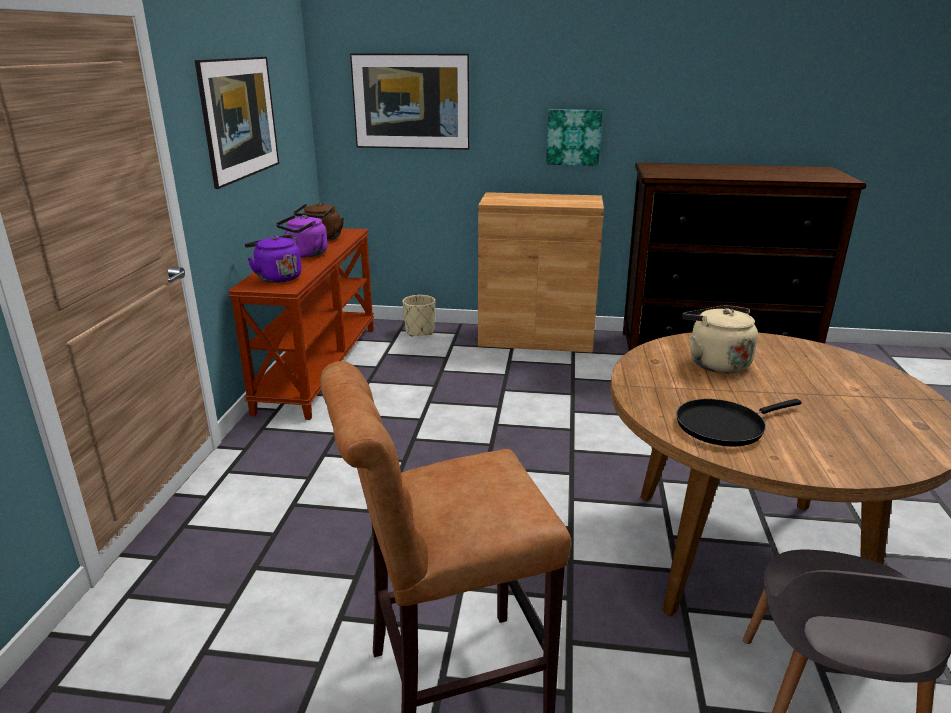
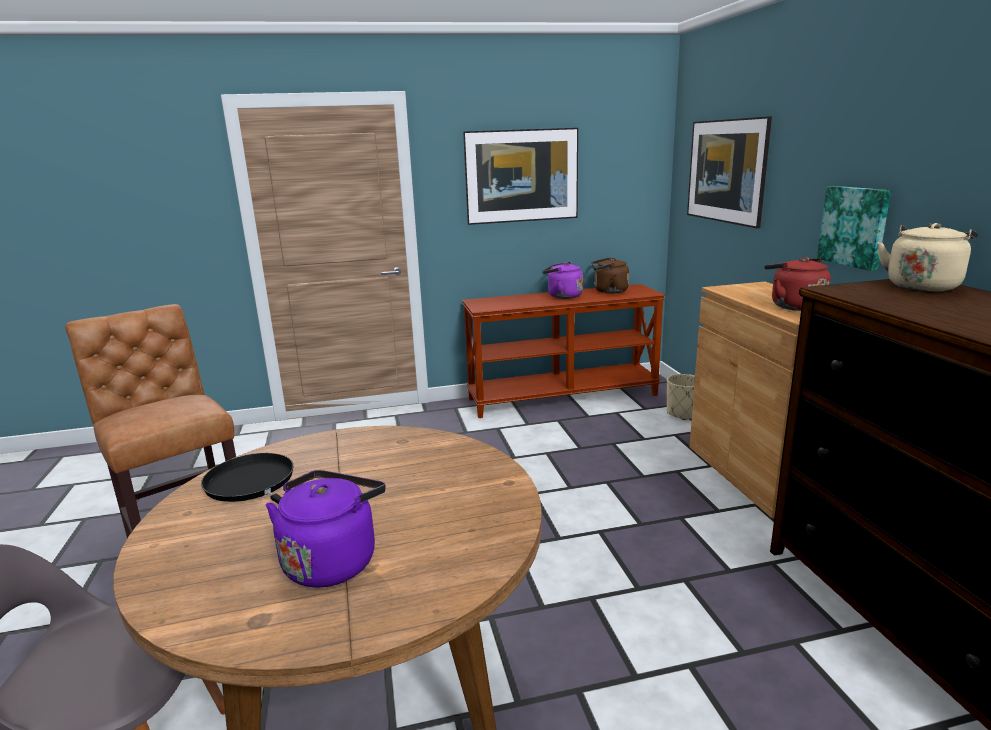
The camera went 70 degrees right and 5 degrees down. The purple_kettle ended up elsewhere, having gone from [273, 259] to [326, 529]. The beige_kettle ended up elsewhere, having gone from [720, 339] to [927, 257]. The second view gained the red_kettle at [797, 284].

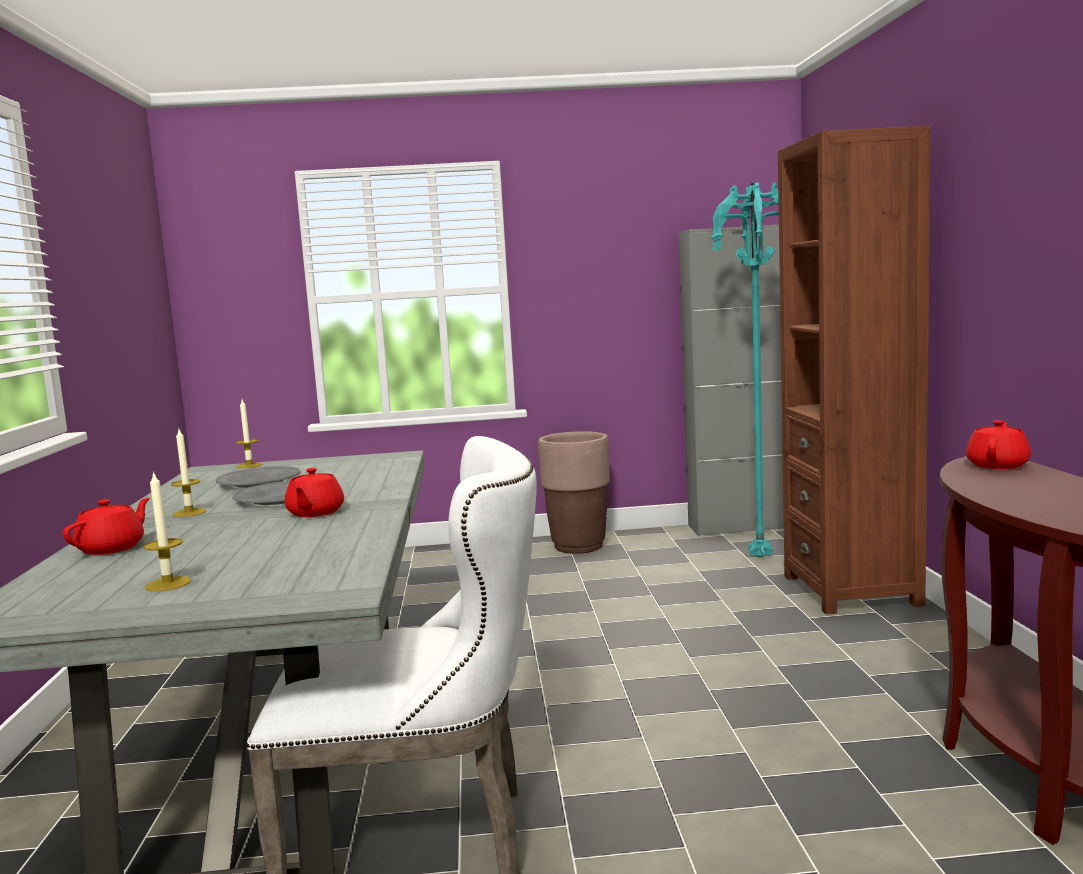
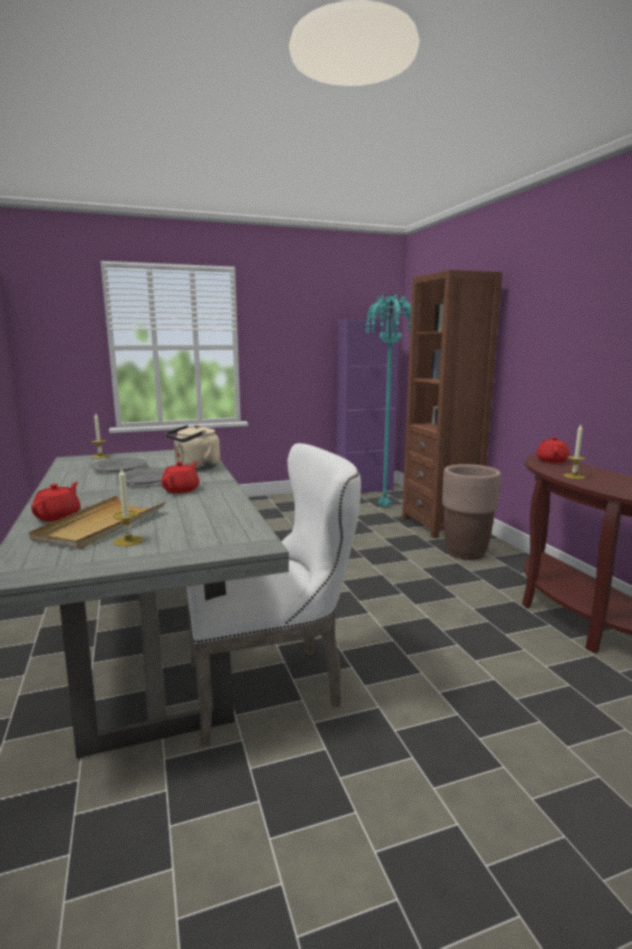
The camera went 15 degrees left and 5 degrees up. What was the grey_cabinet at [731, 381] turned into the purple_cabinet at [368, 406]. The candle ended up elsewhere, having gone from [188, 473] to [574, 452]. The brown_planter ended up elsewhere, having gone from [574, 492] to [471, 512]. The red_teapot at [314, 492] ended up facing another way, 150 degrees counterclockwise from before. The second view gained the beige_kettle at [192, 447]. The second view gained the beige_tray at [97, 522].

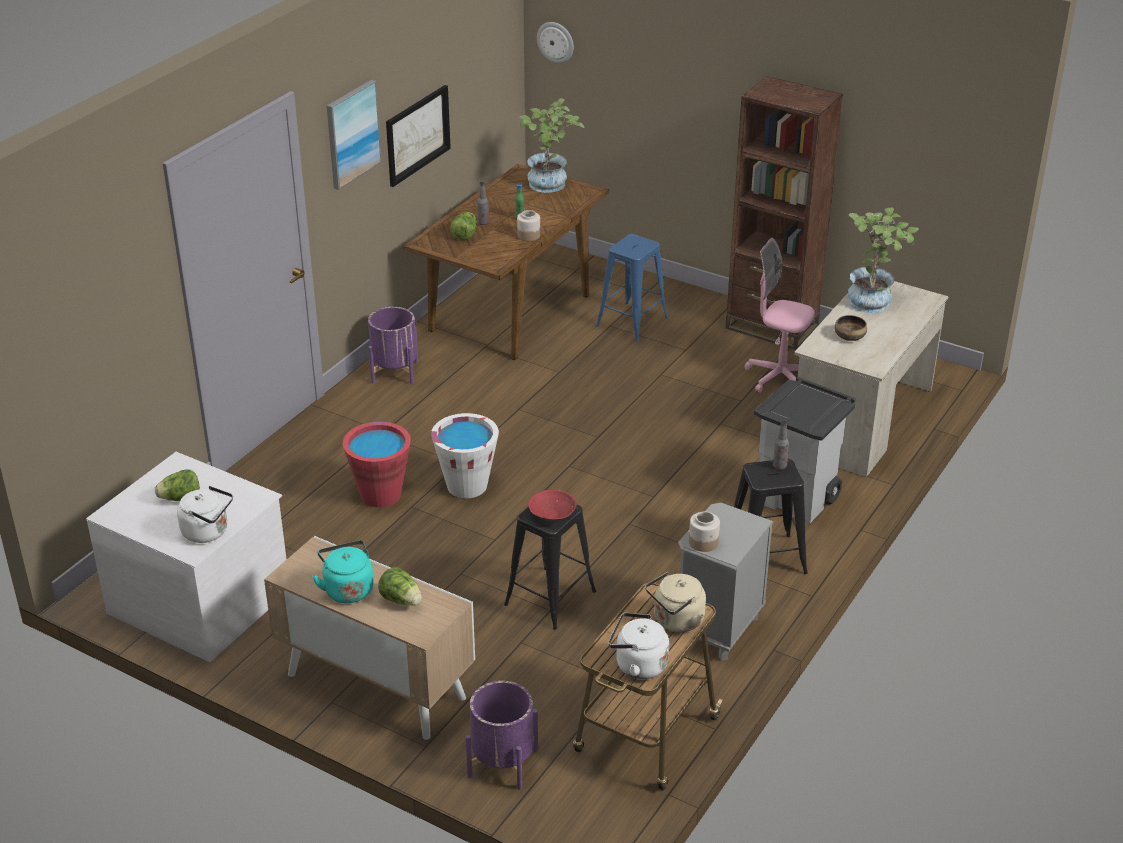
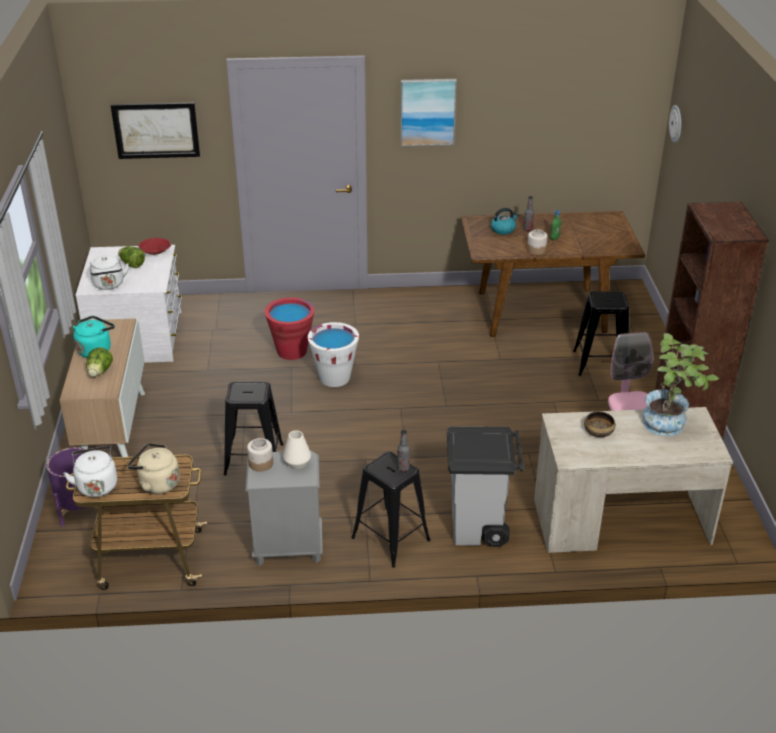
The camera went 55 degrees right and 0 degrees up. The picture ended up elsewhere, having gone from [418, 136] to [155, 130]. The second view lost the potted_plant at [552, 145]. Where the lettuce stood at [463, 226], the kettle came to stand at [505, 221]. What was the blue_stool at [632, 288] turned into the black_stool at [601, 333]. The second view lost the purple_planter at [393, 345]. The red_bowl ended up elsewhere, having gone from [552, 505] to [154, 246]. The second view gained the white_vase at [297, 449].

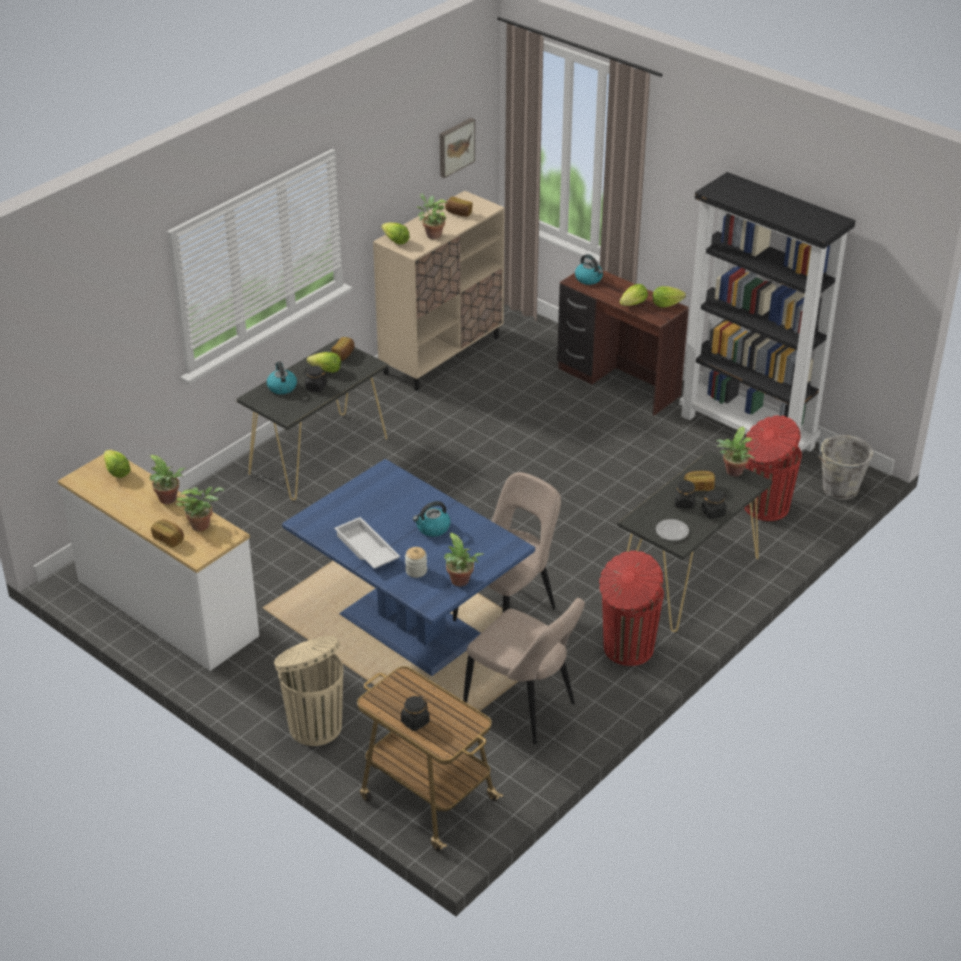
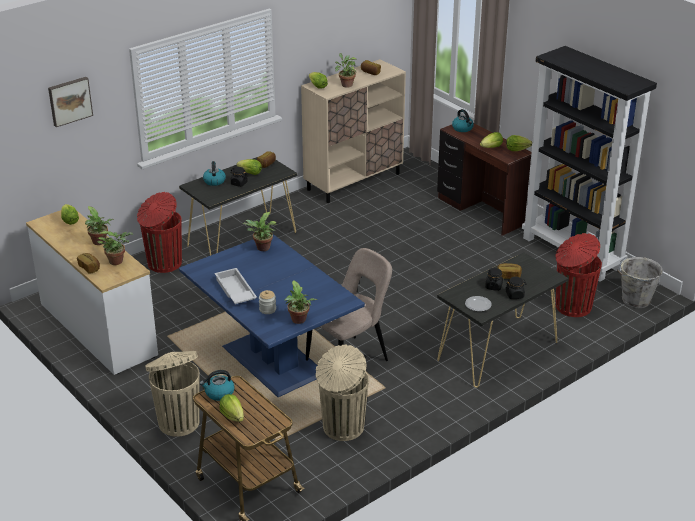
The camera went 10 degrees right and 5 degrees down. The picture ended up elsewhere, having gone from [457, 148] to [70, 102]. The potted_plant ended up elsewhere, having gone from [735, 452] to [259, 231]. The kettle ended up elsewhere, having gone from [432, 519] to [217, 385]. The red_trash_can ended up elsewhere, having gone from [631, 608] to [159, 232]. Where the beige_chair stood at [524, 671], the beige_trash_can came to stand at [342, 393]. Where the black_jar stood at [415, 713], the lettuce came to stand at [232, 408].

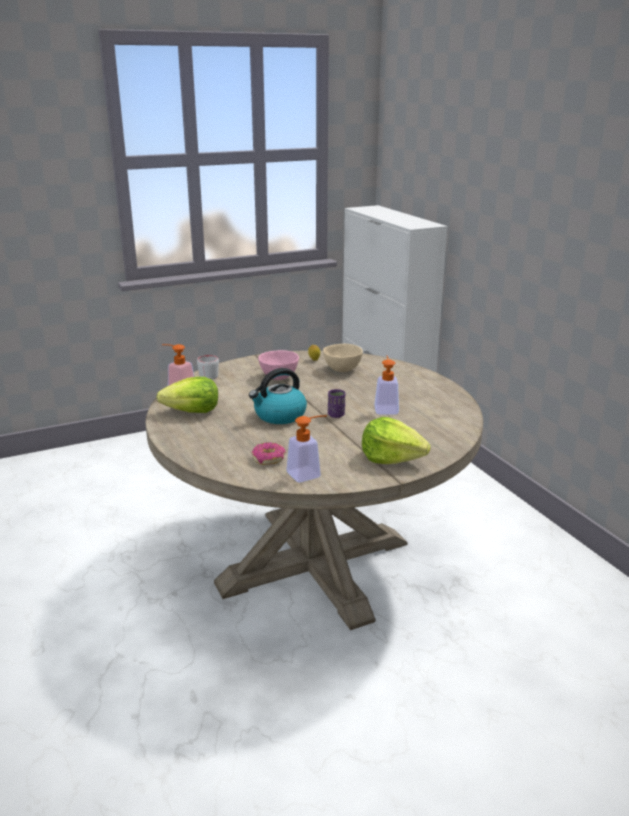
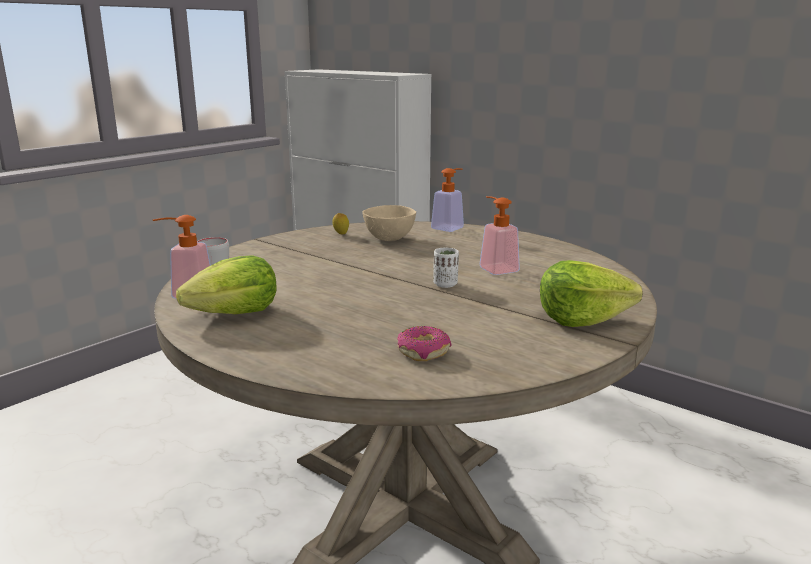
The camera went 25 degrees left and 5 degrees down. The second view lost the pink_bowl at [278, 365]. The second view lost the kettle at [278, 396]. What was the purple_cup at [336, 403] turned into the white_cup at [446, 268]. The soap_dispenser ended up elsewhere, having gone from [307, 448] to [447, 200].

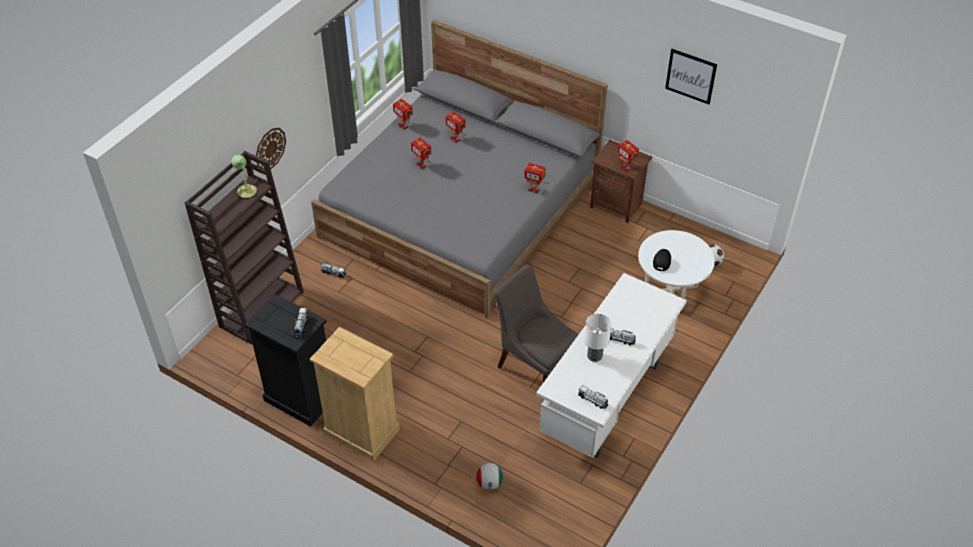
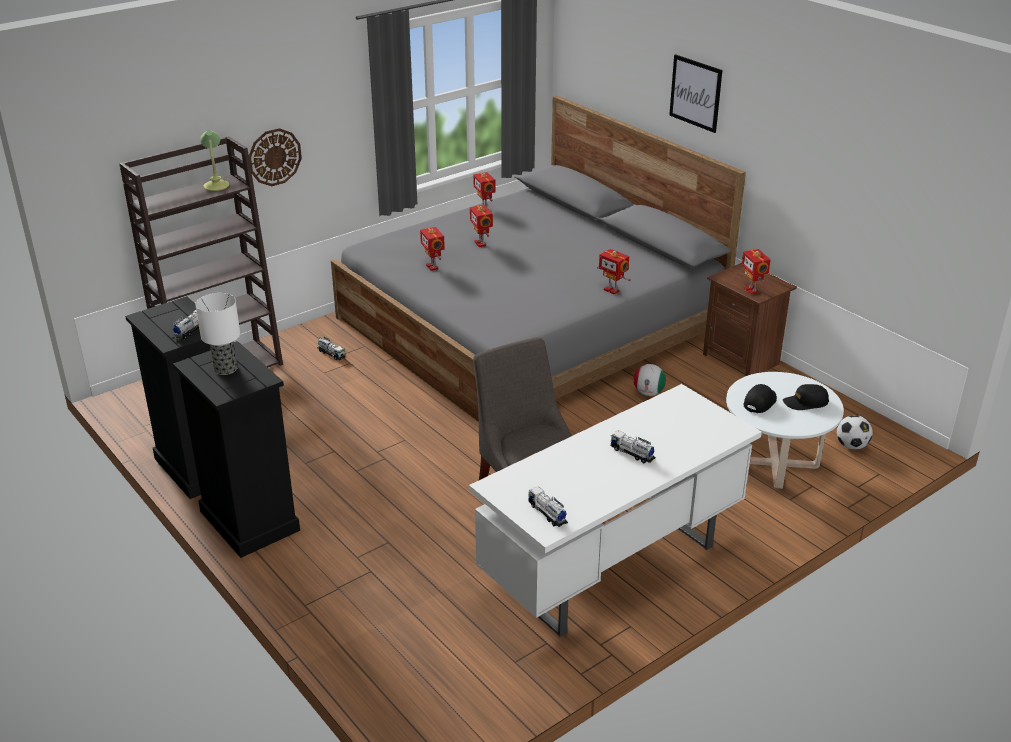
The camera went 20 degrees right and 15 degrees down. The picture ended up elsewhere, having gone from [691, 76] to [695, 93]. The toy_robot ended up elsewhere, having gone from [455, 127] to [432, 249]. The table_lamp ended up elsewhere, having gone from [598, 338] to [217, 334]. What was the beige_dresser at [355, 394] turned into the black_dresser at [236, 449]. The football ended up elsewhere, having gone from [489, 476] to [650, 380]. The second view gained the black_cap at [806, 397].

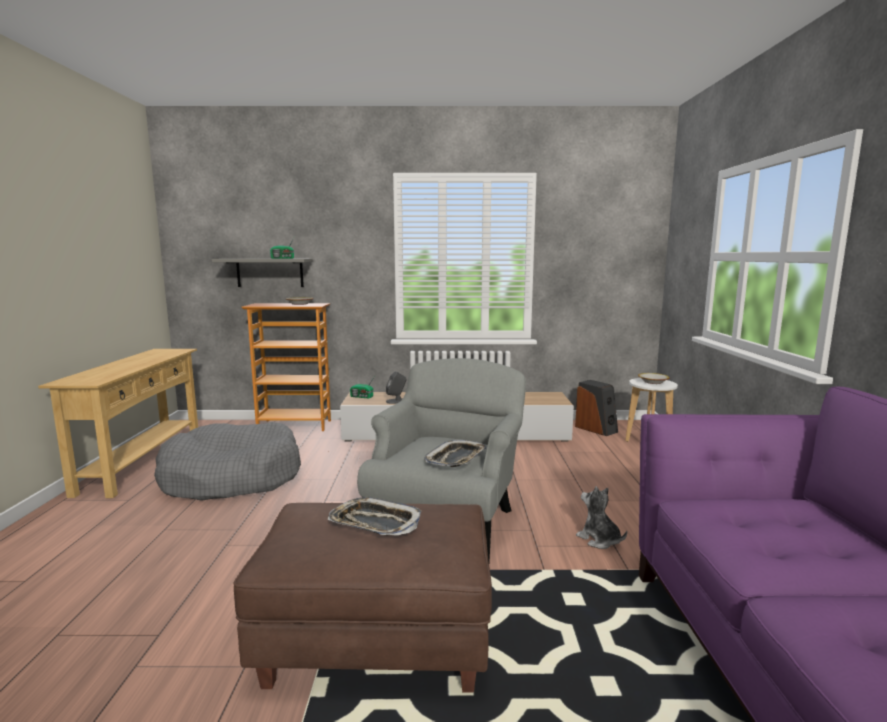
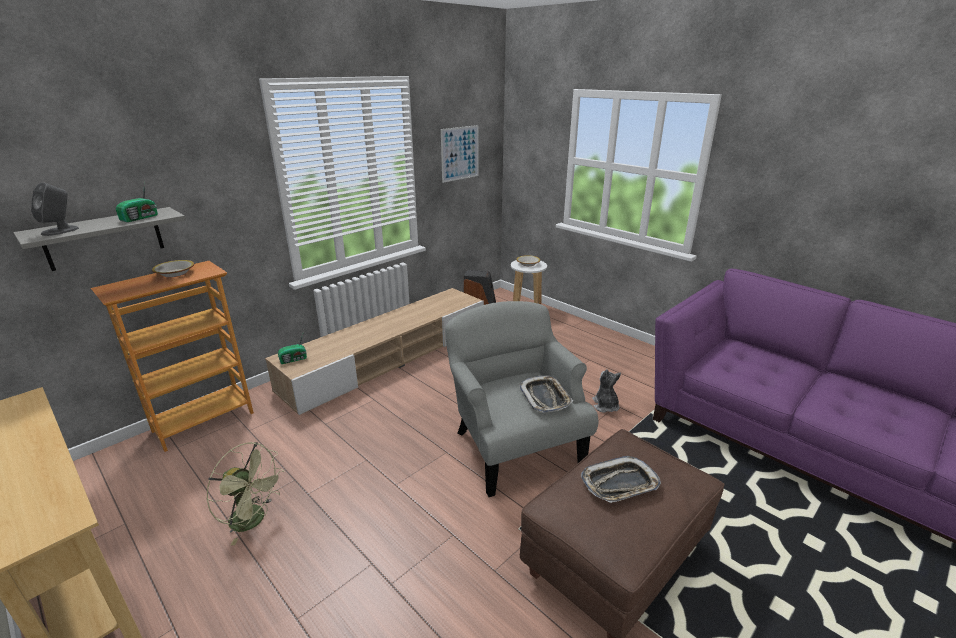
The camera went 45 degrees left and 15 degrees up. The grey_speaker ended up elsewhere, having gone from [396, 387] to [55, 209]. Where the grey_dog_bed stood at [227, 461], the green_fan came to stand at [245, 493]. The plush_toy at [601, 517] ended up facing another way, 75 degrees clockwise from before. The second view gained the picture at [459, 154].

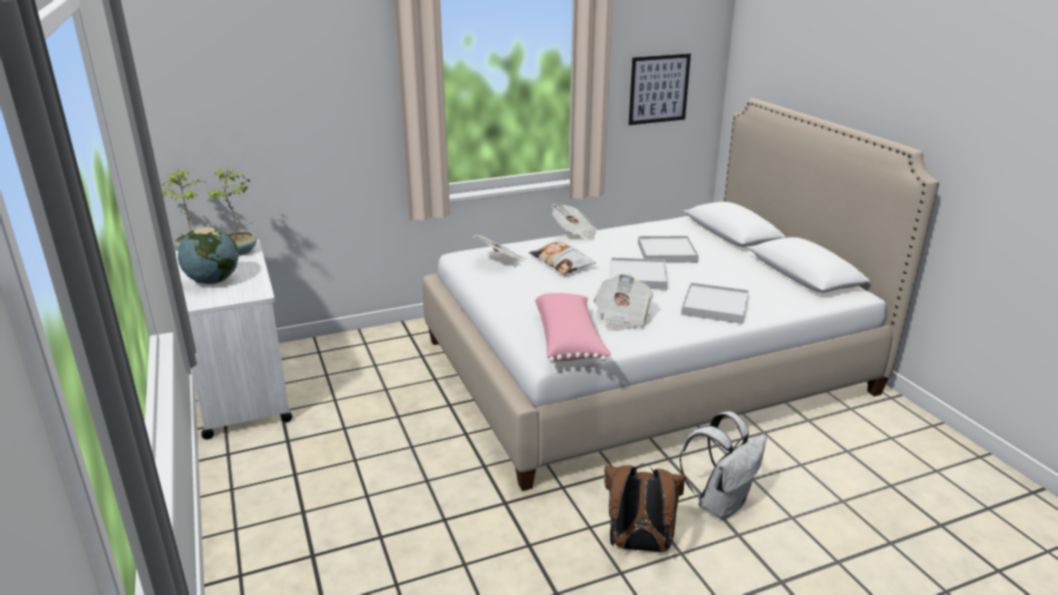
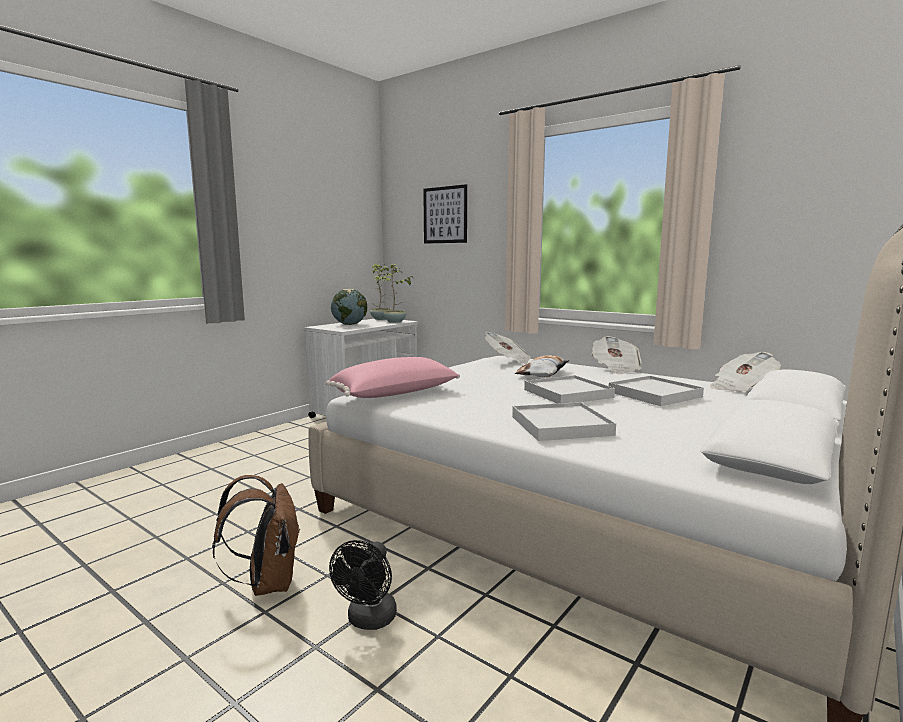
The camera went 60 degrees right and 15 degrees down. The picture ended up elsewhere, having gone from [660, 89] to [445, 214]. The newspaper ended up elsewhere, having gone from [624, 302] to [745, 371]. Where the white_backpack stood at [723, 465], the black_fan came to stand at [363, 585].

